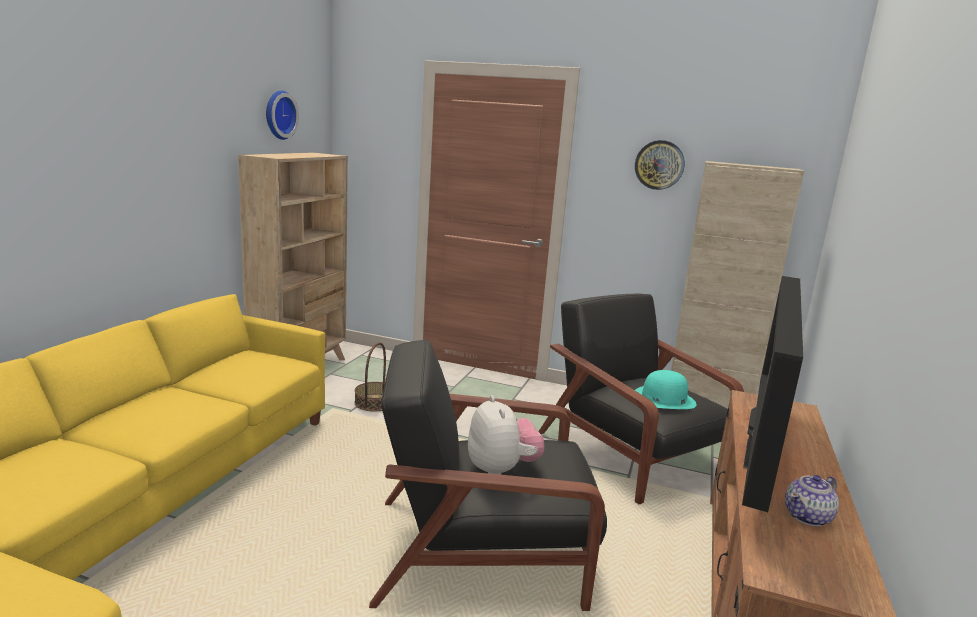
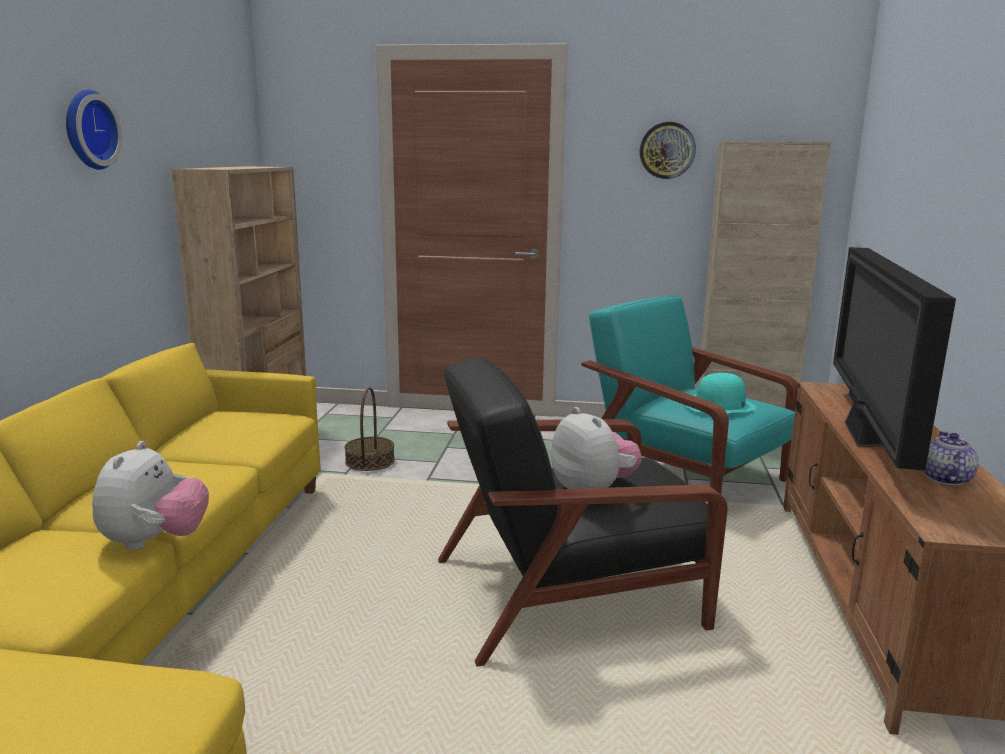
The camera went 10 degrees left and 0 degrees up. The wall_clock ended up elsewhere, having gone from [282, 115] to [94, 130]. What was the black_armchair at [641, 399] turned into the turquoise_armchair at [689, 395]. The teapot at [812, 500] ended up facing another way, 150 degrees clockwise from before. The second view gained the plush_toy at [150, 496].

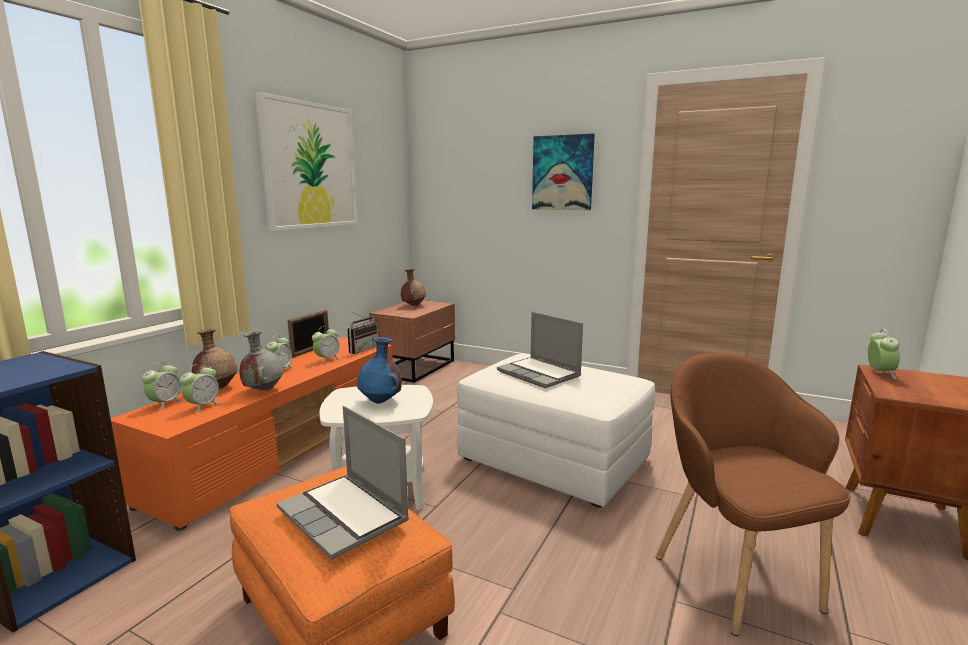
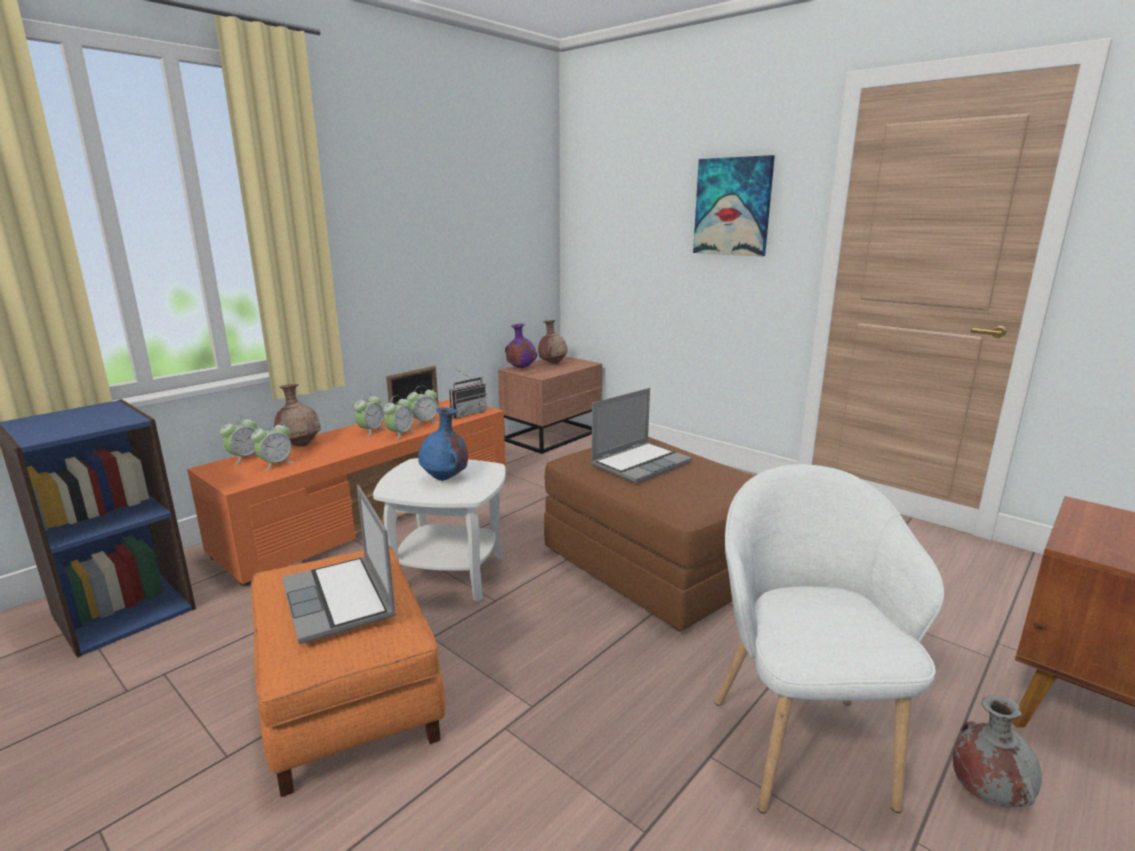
The camera went 15 degrees right and 5 degrees up. The second view lost the picture at [306, 161]. The laptop at [540, 350] ended up facing another way, 105 degrees counterclockwise from before. The alarm_clock ended up elsewhere, having gone from [884, 354] to [399, 417]. The grey_vase ended up elsewhere, having gone from [261, 360] to [997, 751]. What was the brown_armchair at [752, 494] turned into the white_armchair at [829, 638]. What was the white_ottoman at [556, 431] turned into the brown_ottoman at [649, 534]. The second view gained the purple_vase at [521, 346].

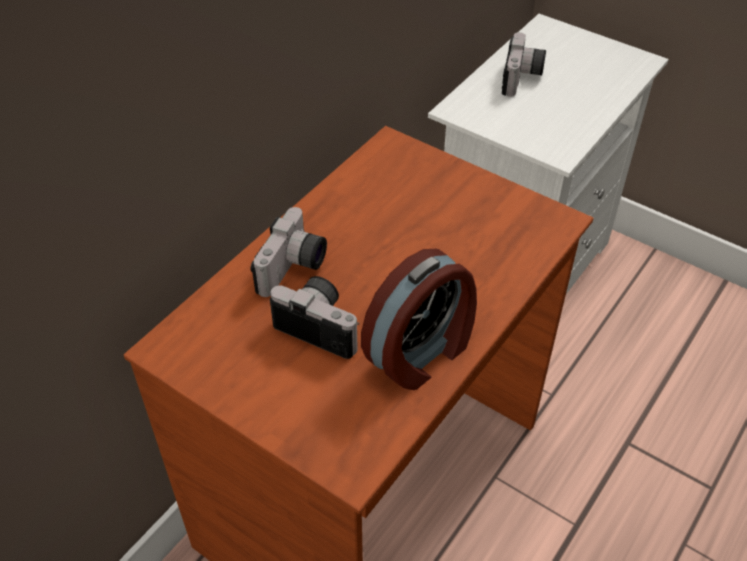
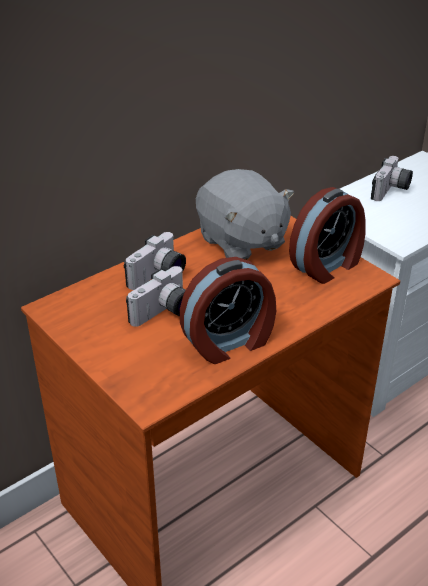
The camera went 15 degrees right and 10 degrees down. The photo_camera at [314, 317] ended up facing another way, 90 degrees clockwise from before. The second view gained the grey_plush_toy at [245, 214]. The second view gained the alarm_clock at [327, 235].

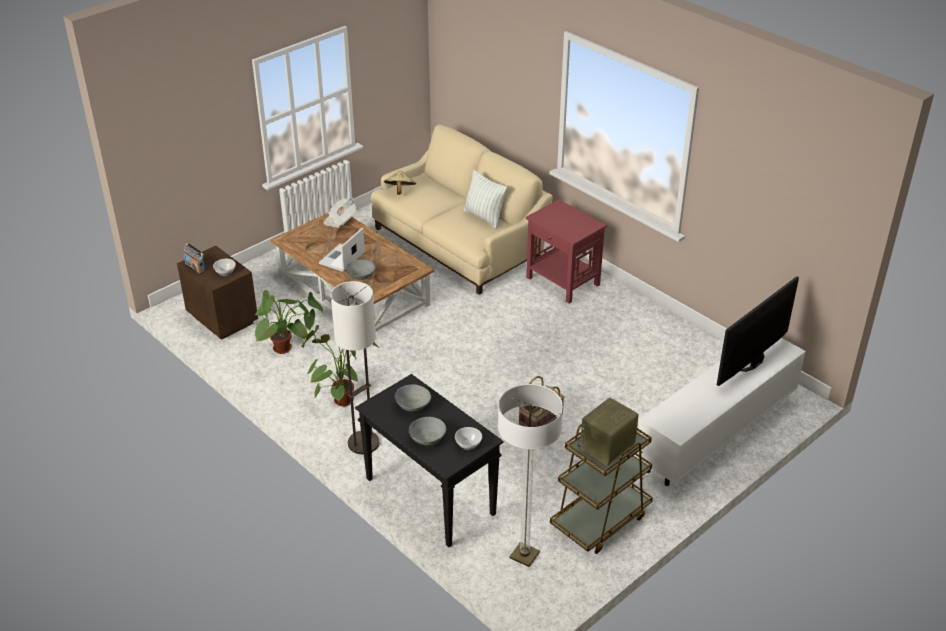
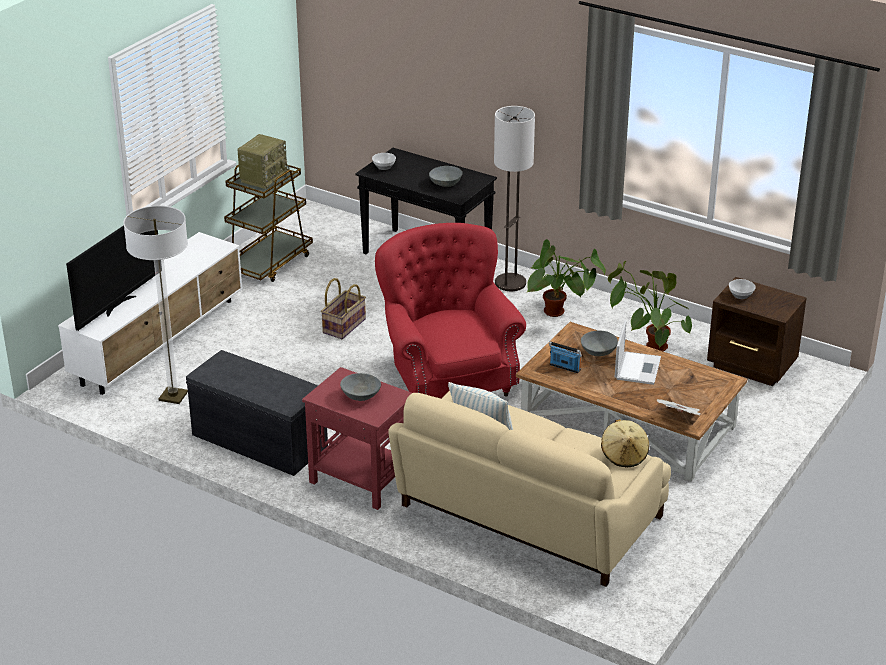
The camera went 165 degrees right and 5 degrees down. The radio ended up elsewhere, having gone from [194, 258] to [565, 357]. The floor_lamp ended up elsewhere, having gone from [530, 475] to [155, 305]. The grey_bowl ended up elsewhere, having gone from [427, 431] to [360, 387]. The second view gained the red_armchair at [450, 311]. The second view gained the grey_bench at [257, 413].

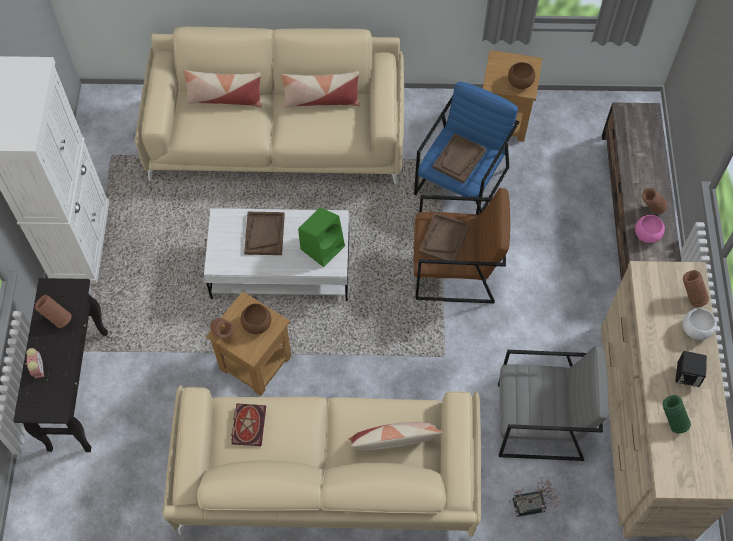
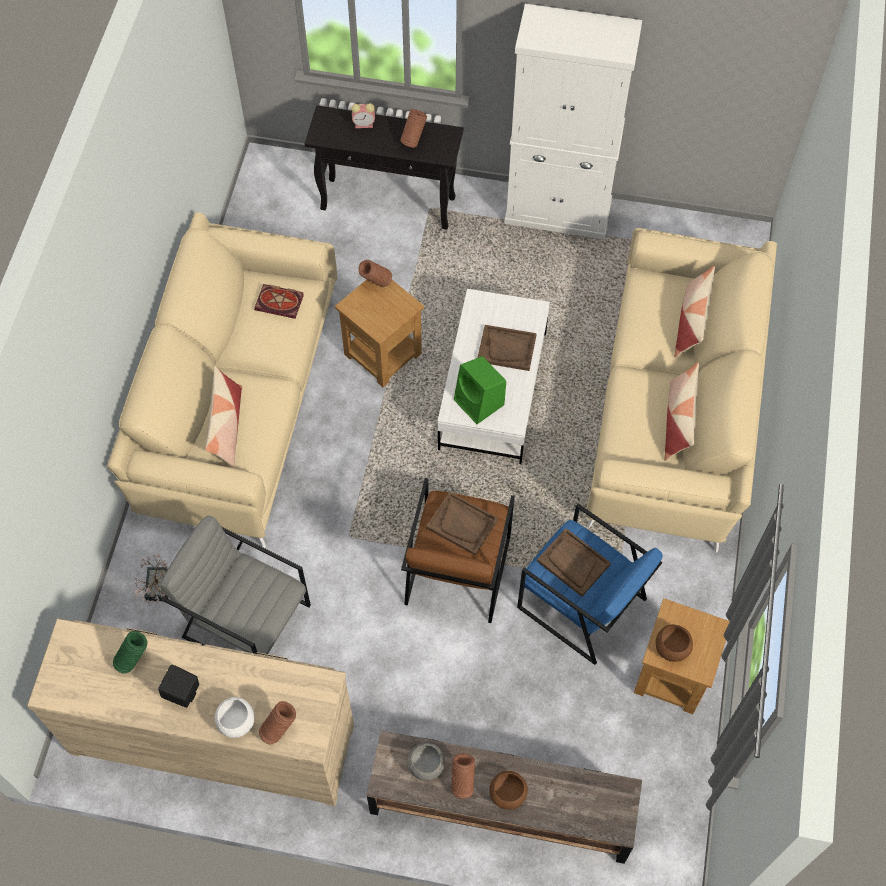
The camera went 100 degrees right and 0 degrees up. What was the pink_bowl at [650, 229] turned into the grey_bowl at [426, 761]. The brown_bowl ended up elsewhere, having gone from [256, 319] to [508, 790]. The grey_armchair at [553, 403] ended up facing another way, 105 degrees clockwise from before.

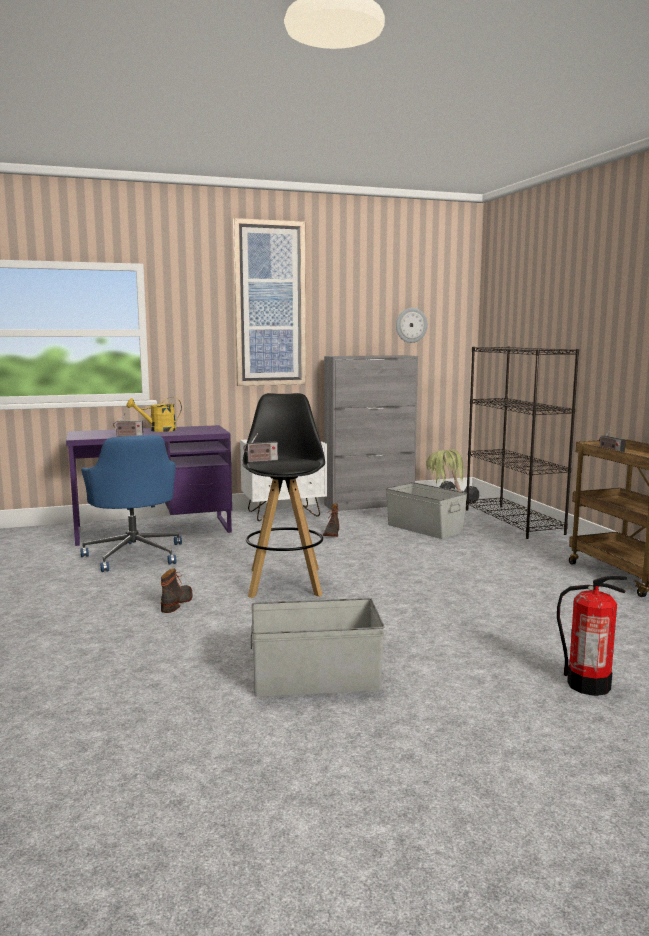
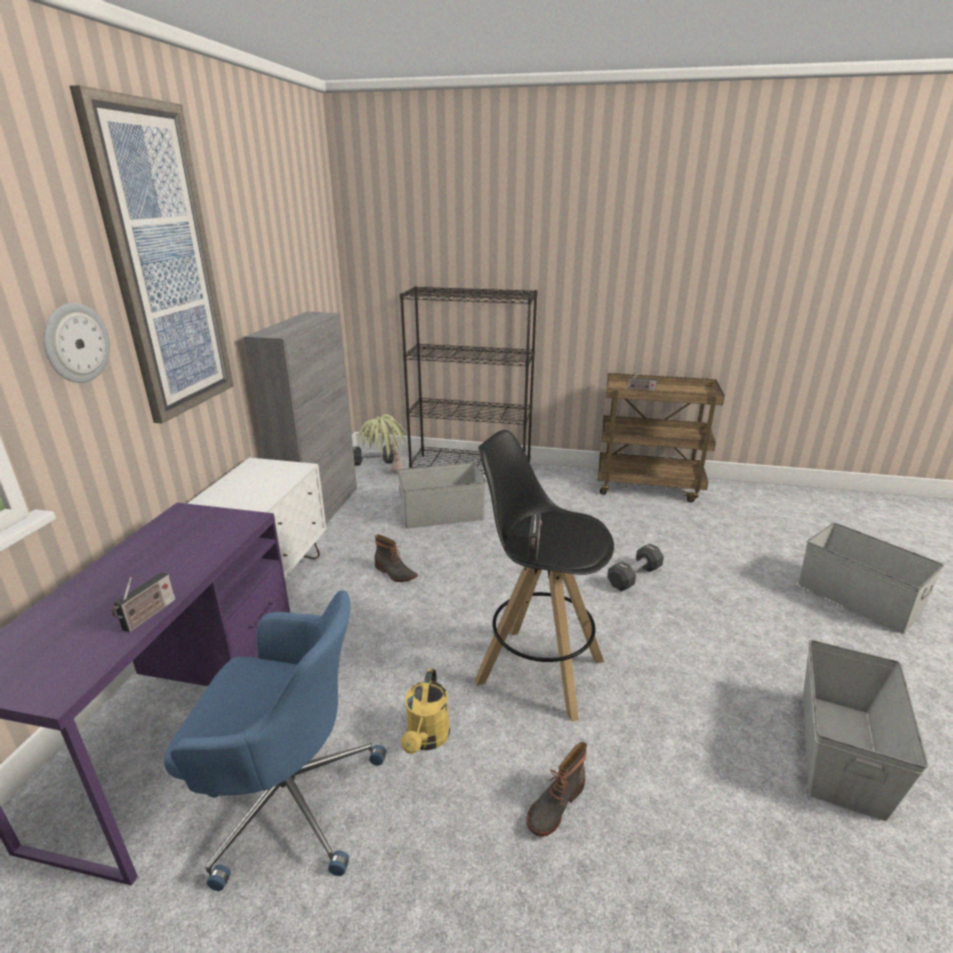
The camera went 60 degrees left and 15 degrees up. The wall_clock ended up elsewhere, having gone from [412, 325] to [77, 343]. The yellow_watering_can ended up elsewhere, having gone from [154, 414] to [425, 711]. The boot at [176, 590] ended up facing another way, 90 degrees counterclockwise from before. Where the fire_extinguisher stood at [592, 636], the grey_storage_box came to stand at [871, 578]. The second view gained the black_dumbbell at [635, 567].

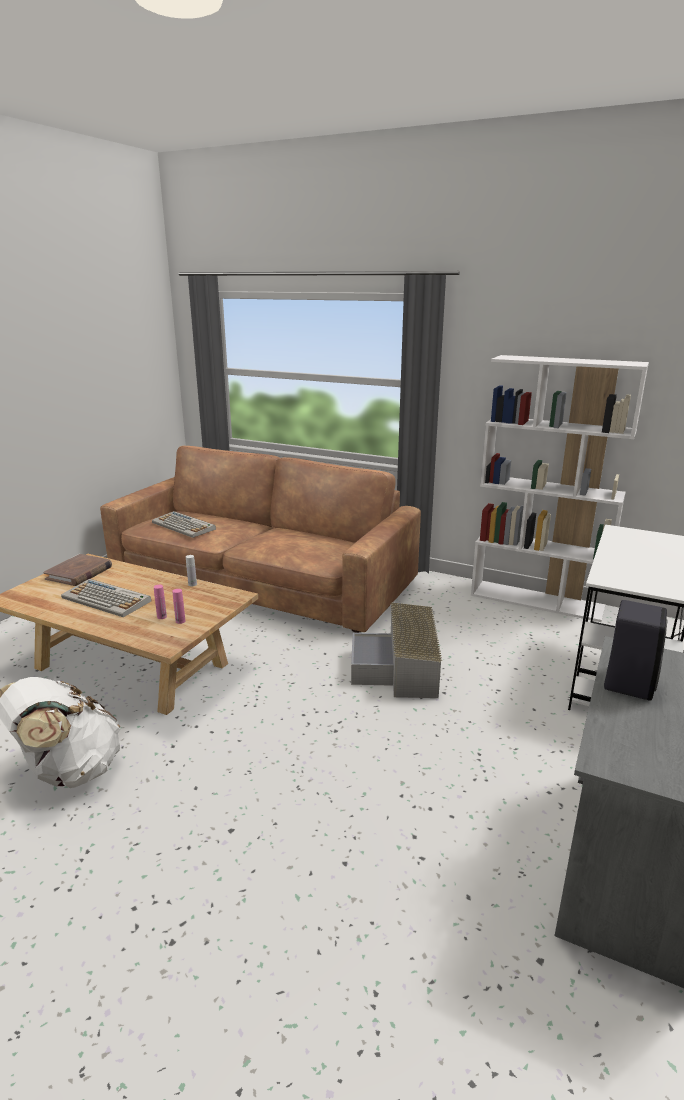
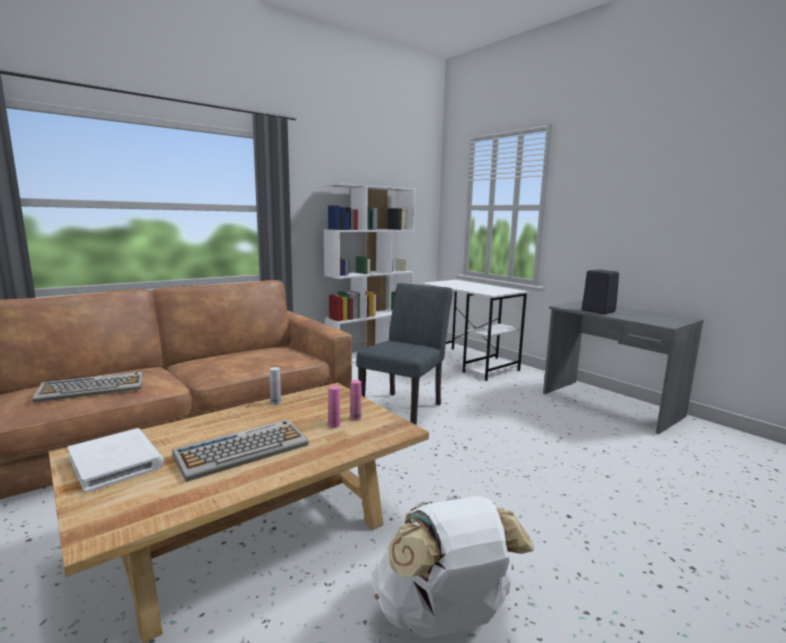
The camera went 65 degrees left and 10 degrees down. What was the brown_book at [77, 570] turned into the white_book at [115, 460]. Where the grey_storage_box stood at [396, 650], the grey_chair came to stand at [404, 354].

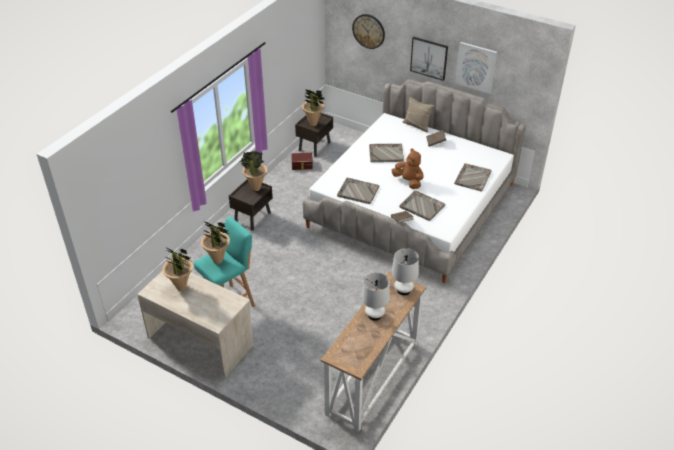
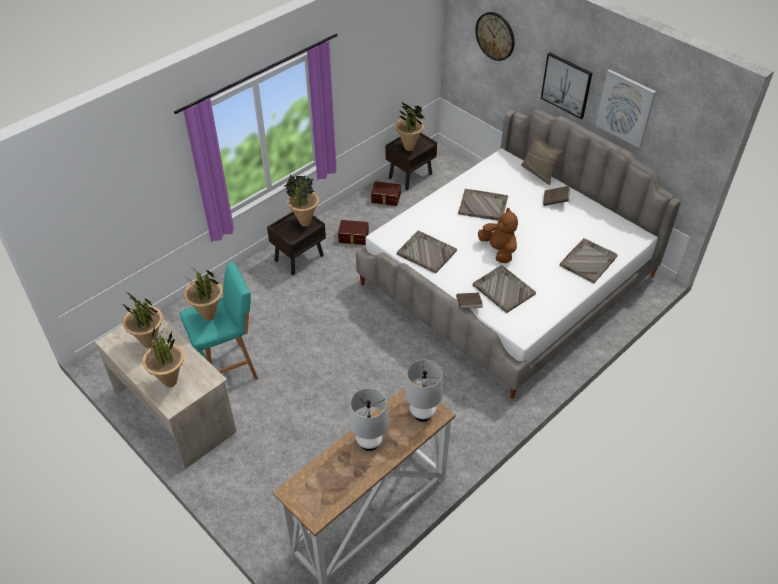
The camera went 15 degrees right and 5 degrees up. The second view gained the brown_storage_box at [353, 232]. The second view gained the potted_plant at [163, 357].

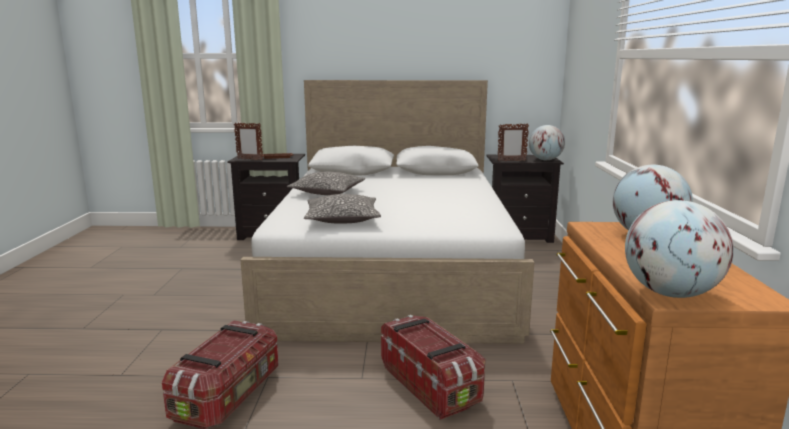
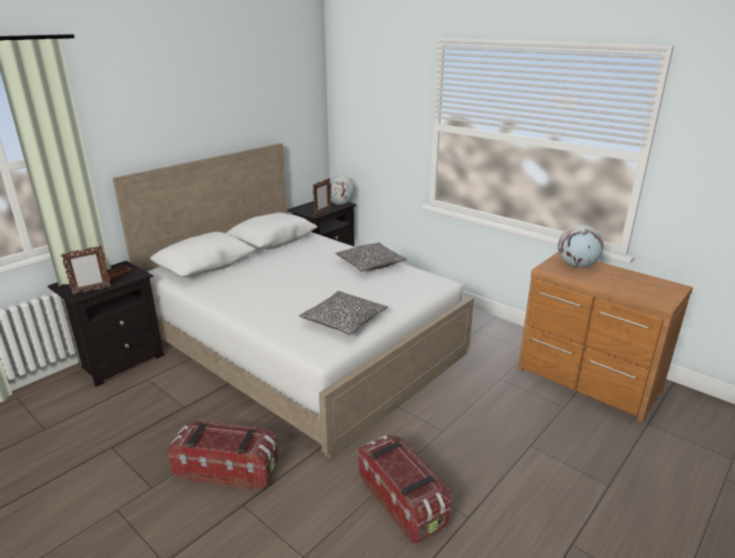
The camera went 50 degrees left and 10 degrees up. The pillow ended up elsewhere, having gone from [326, 183] to [371, 257]. The second view lost the globe at [679, 249]. The storage_box ended up elsewhere, having gone from [433, 367] to [223, 455].

